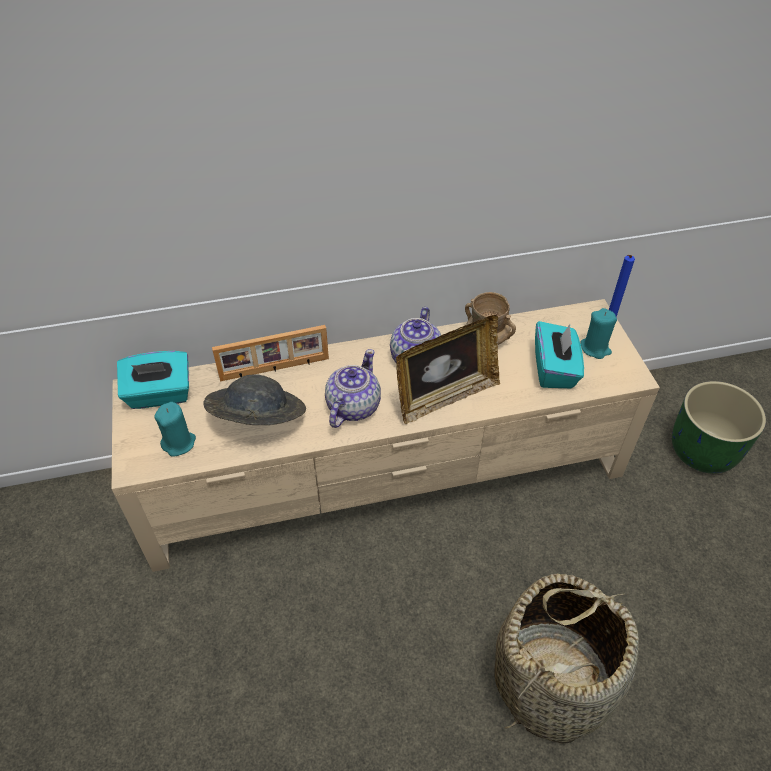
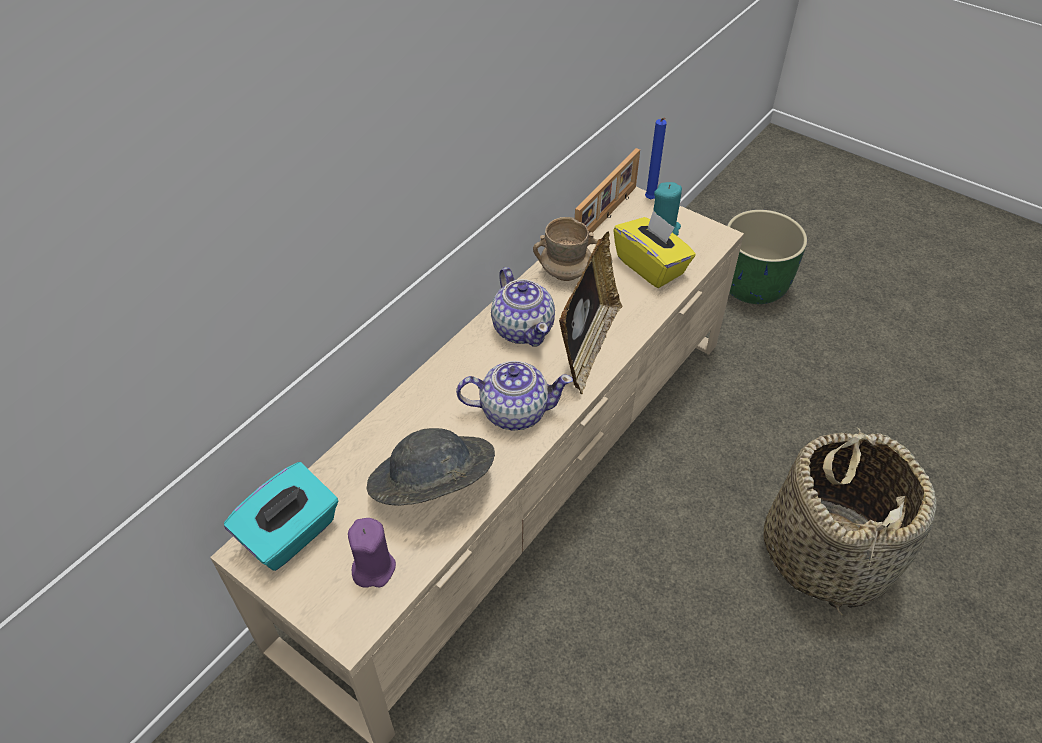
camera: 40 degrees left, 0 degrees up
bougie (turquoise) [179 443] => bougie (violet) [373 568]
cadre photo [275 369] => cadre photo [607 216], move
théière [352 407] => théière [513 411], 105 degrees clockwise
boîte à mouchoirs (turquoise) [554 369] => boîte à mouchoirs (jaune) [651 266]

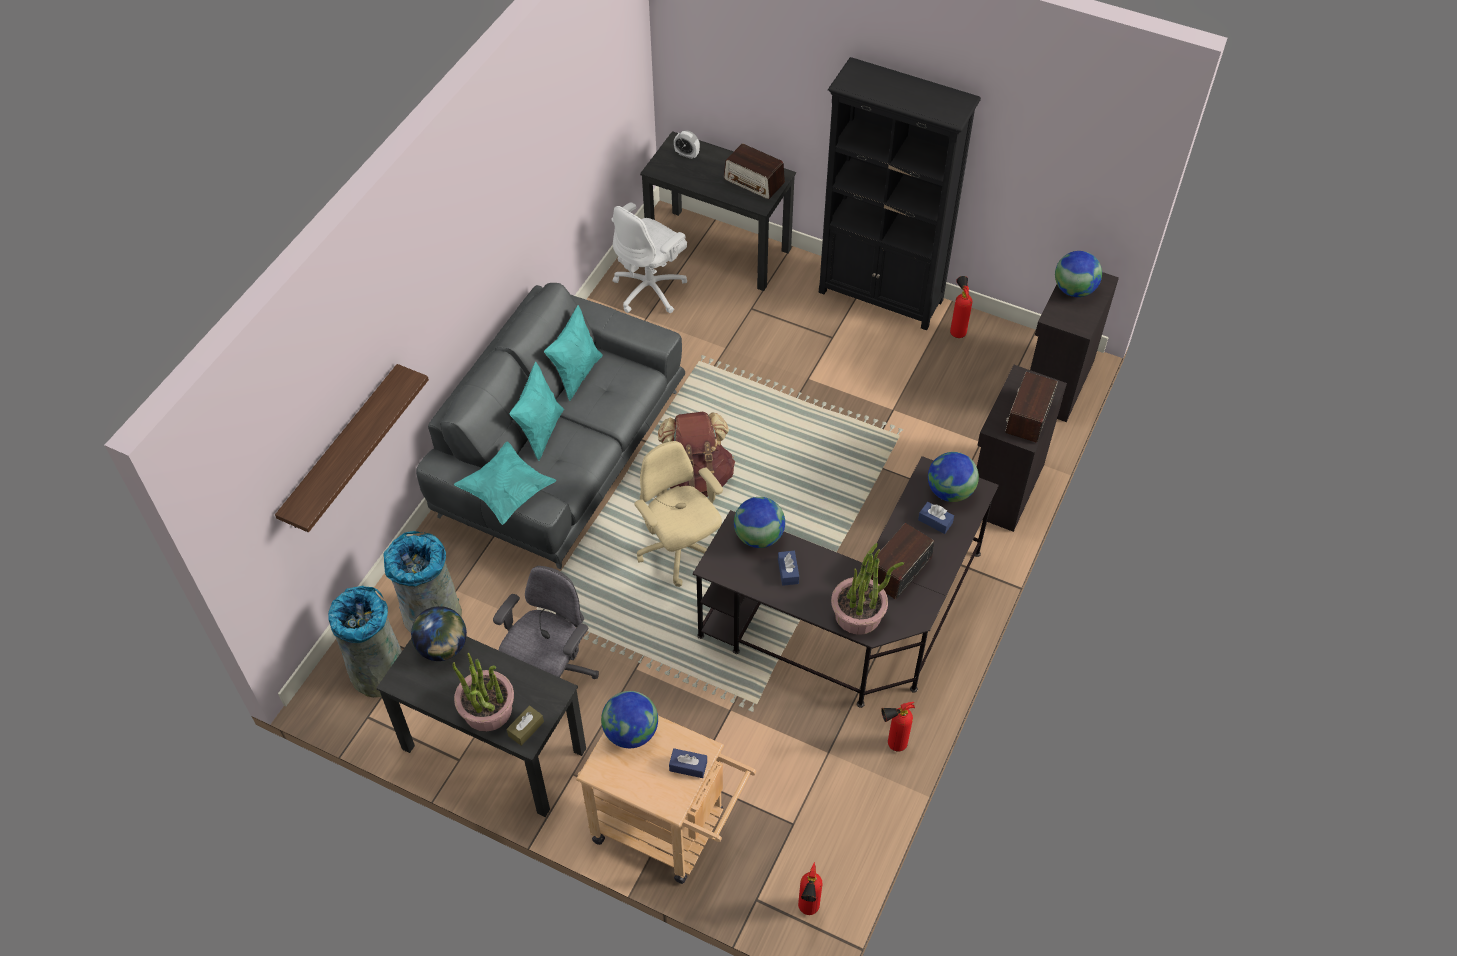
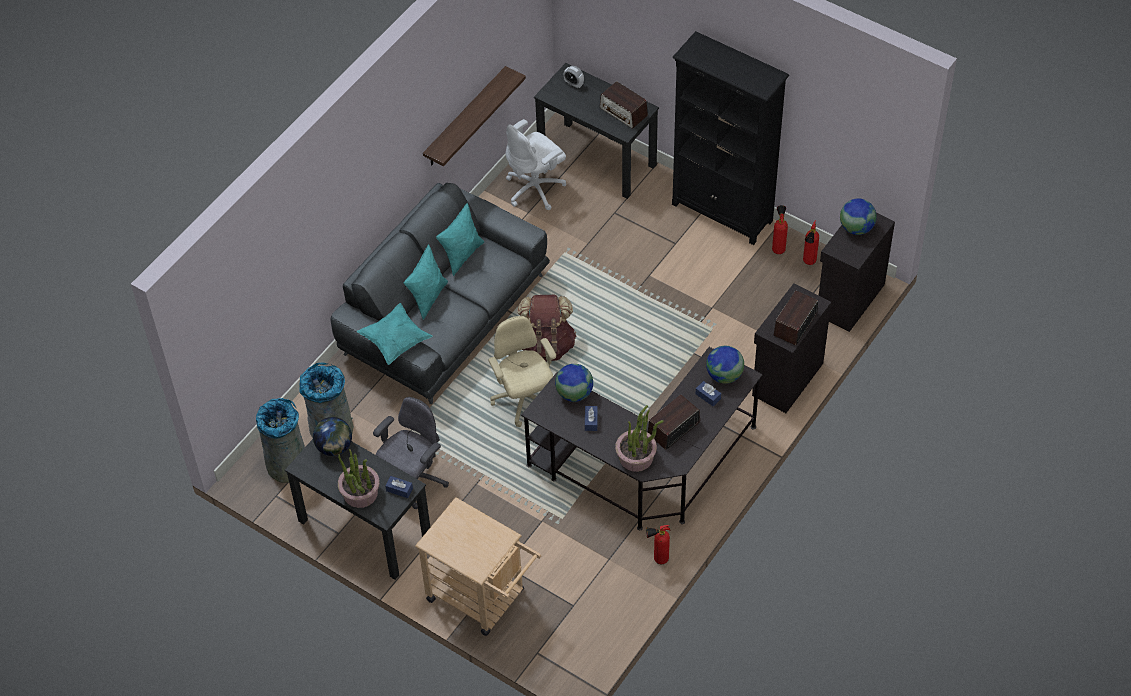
camera: 10 degrees right, 0 degrees up
étagère [342 449] => étagère [465 118], move
boîte à mouchoirs (marron) [526 729] => nothing
globe [631 732] => nothing
boîte à mouchoirs (bleu) [688 766] => boîte à mouchoirs (bleu) [399 489], move
extincteur [807 911] => extincteur [808 263], move

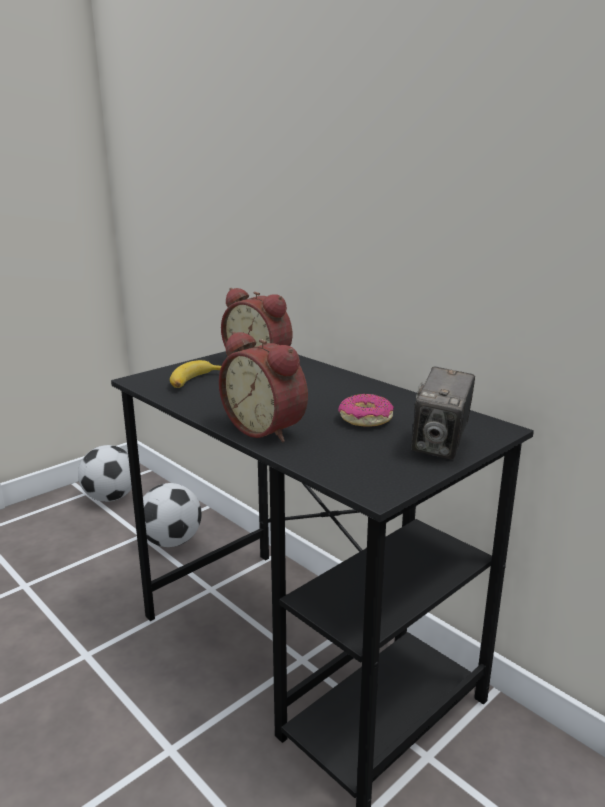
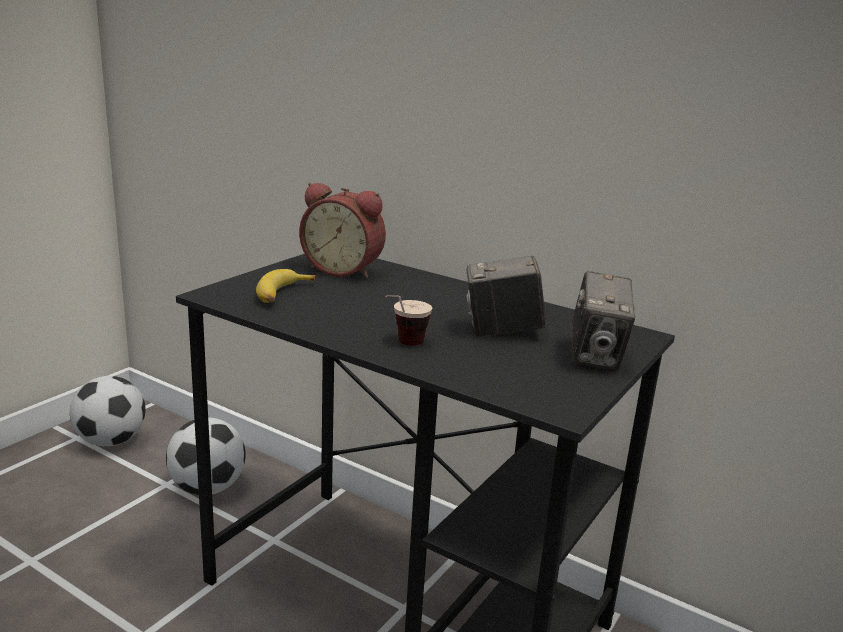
camera: 15 degrees left, 0 degrees up
réveil [267 428] => tasse [402 346]
beignet [365 419] => appareil photo [502 331]

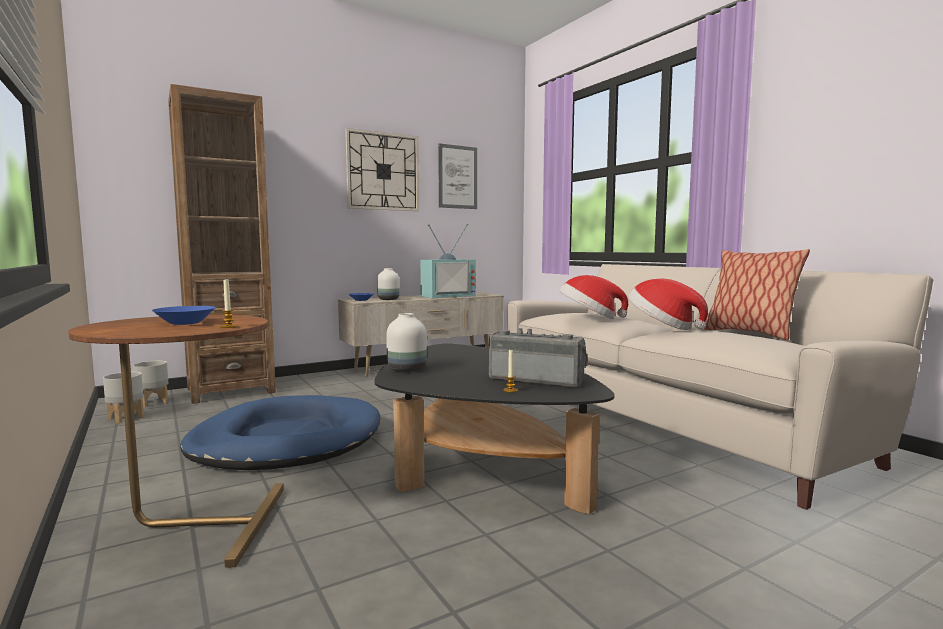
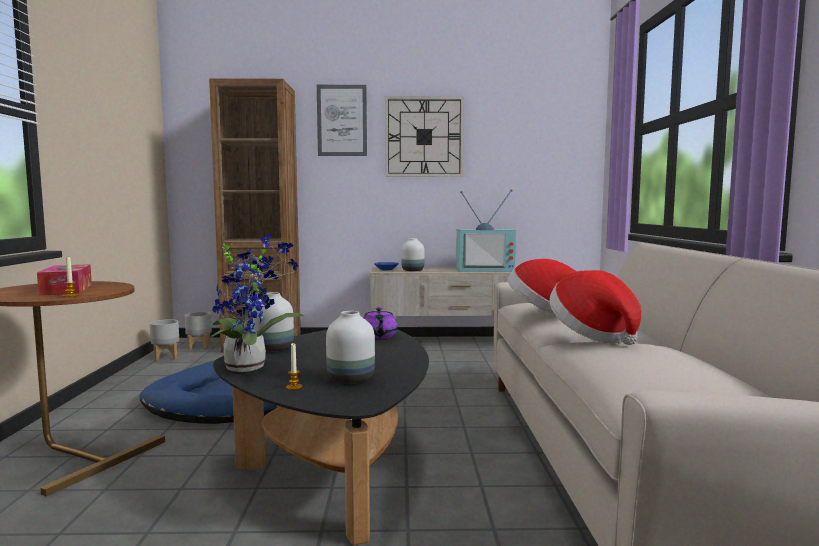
camera: 30 degrees right, 0 degrees up
bol (bleu) [184 323] => boîte à mouchoirs [66 289]
tableau [457 177] => tableau [342 120], move
radio [537 379] => vase (blanc) [352 379]
coussin [749 333] => nothing
nothing => plante en pot [250 366]
nothing => théière (violet) [378 336]

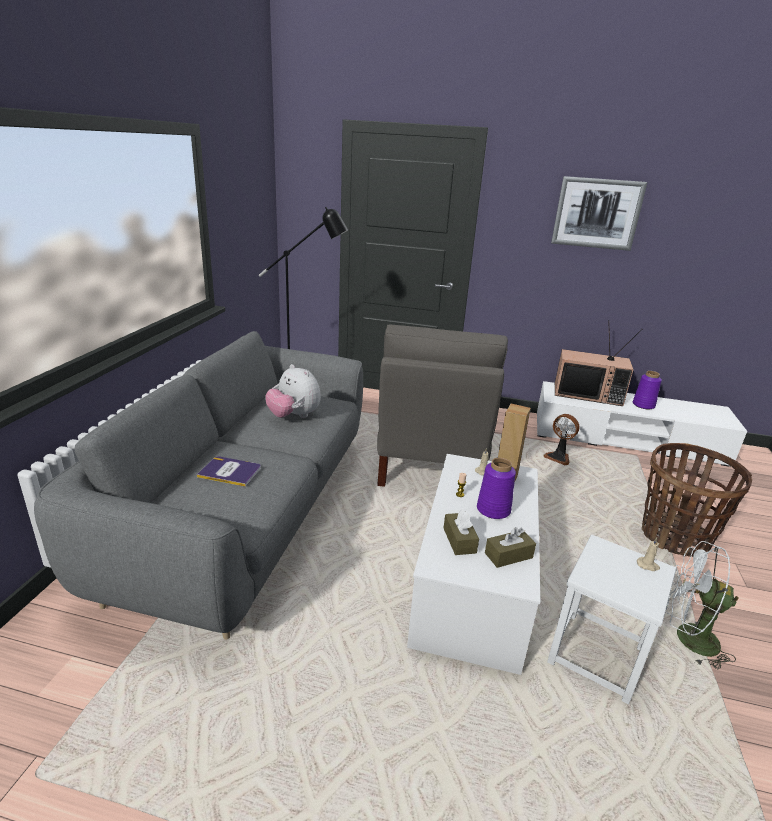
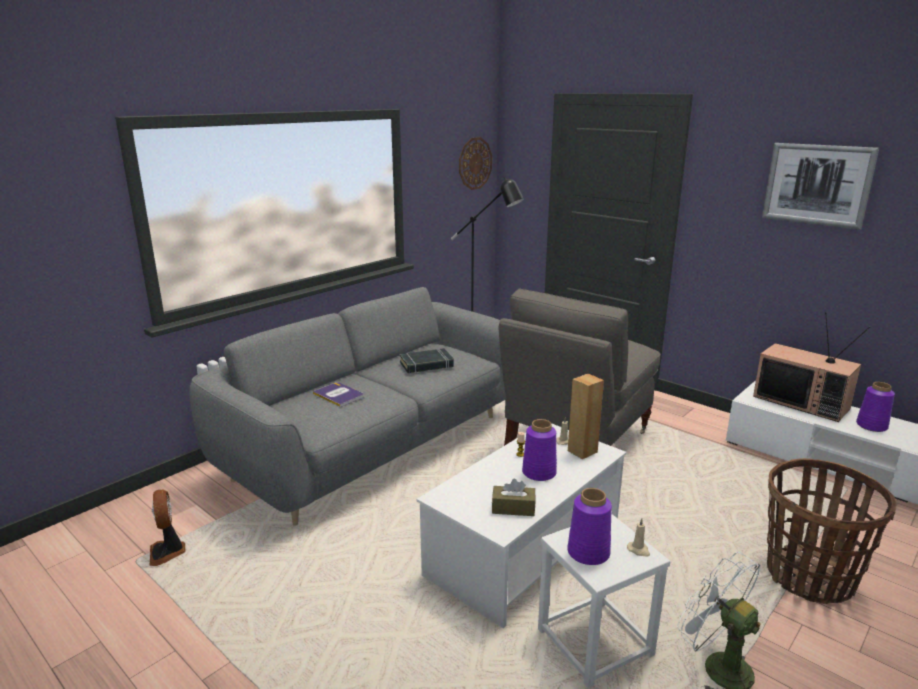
camera: 30 degrees right, 5 degrees down
peluche [294 416] => livre (noir) [426 365]
boîte à mouchoirs (marron) [459 540] => nothing
ventilateur [558 457] => ventilateur [168 552], move
nothing => horloge murale [475 163]
nothing => vase (violet) [588 552]

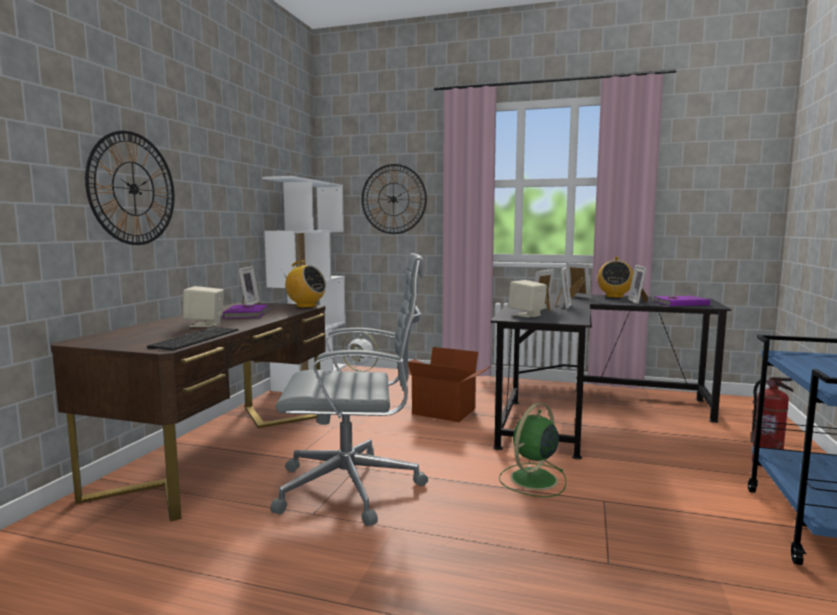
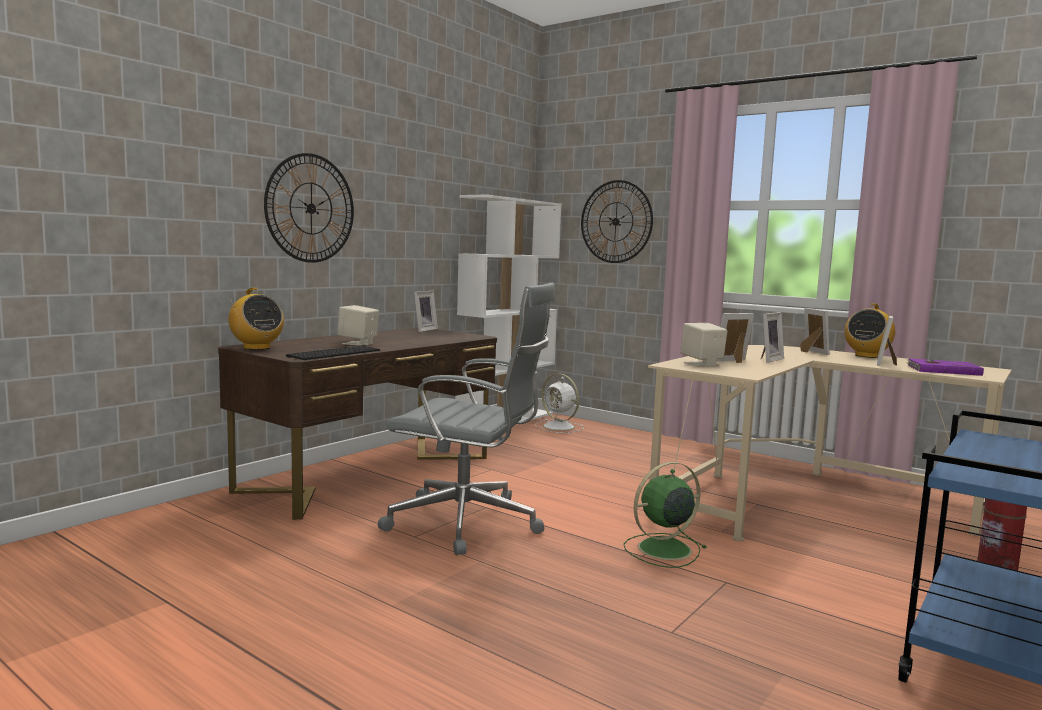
camera: 20 degrees right, 0 degrees up
livre (violet) [247 314] => nothing
radio [305 306] => radio [256 348], move
carton [443 412] => nothing
bureau (noir) [586 412] => bureau (beige) [801 497]

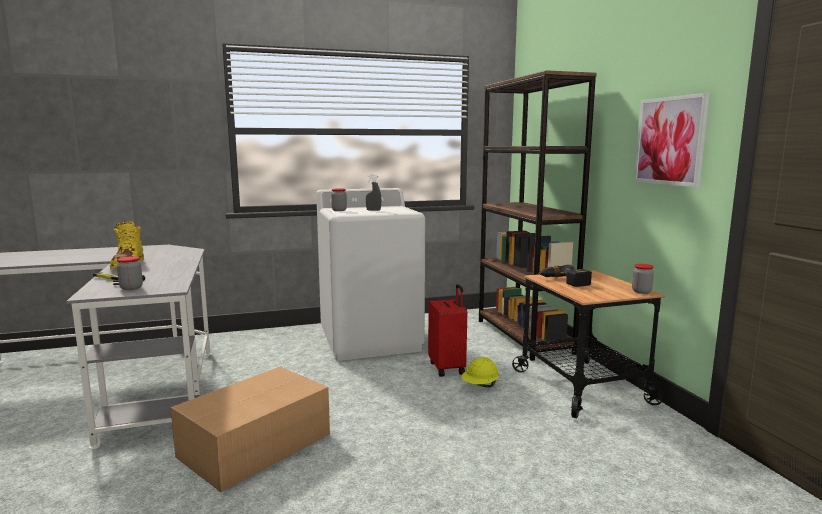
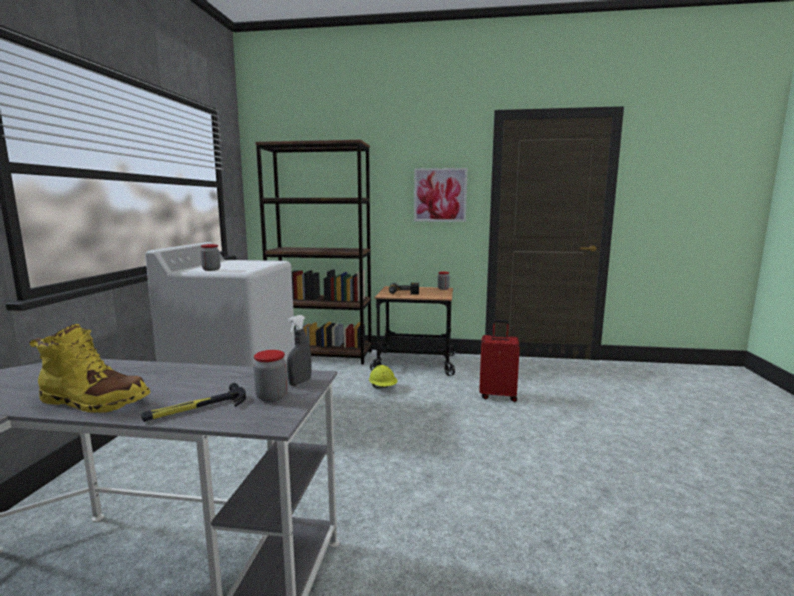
camera: 65 degrees left, 0 degrees up
carton [258 444] => nothing
vaporisateur (gris) [373 210] => vaporisateur (gris) [300 382], move
valise (rouge) [448 368] => valise (rouge) [498 395], move

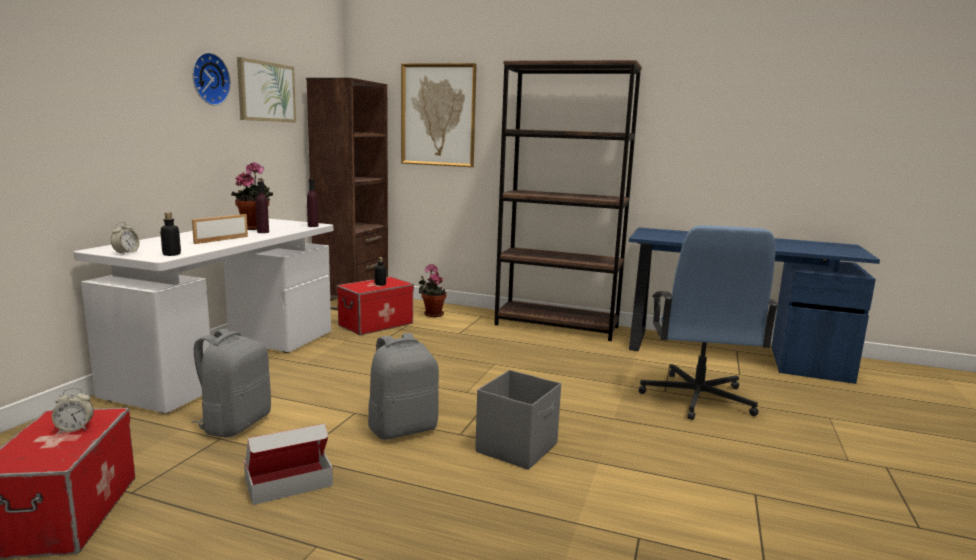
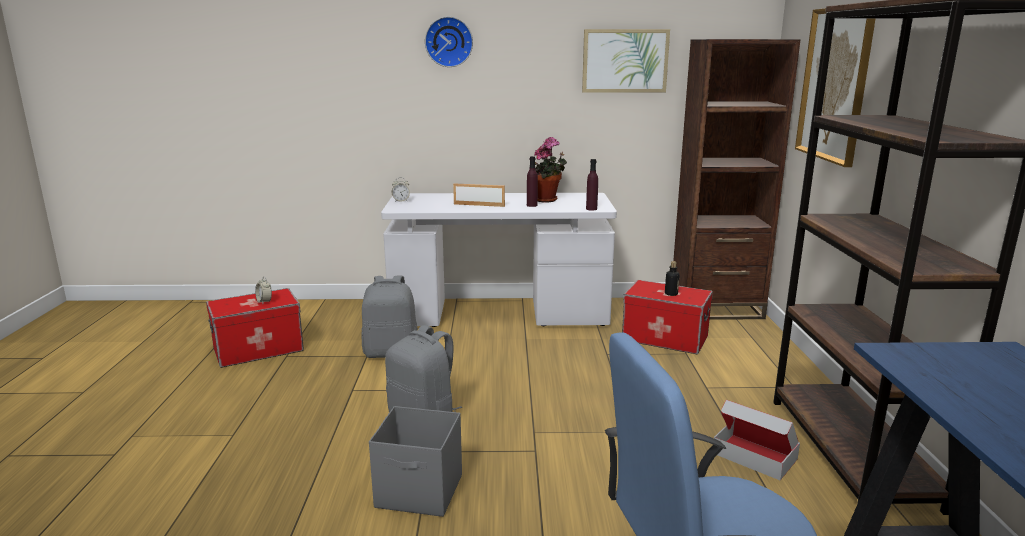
camera: 70 degrees right, 5 degrees up
bouteille [171 254] => nothing
horloge murale [208 79] => horloge murale [449 42], move
carton [289 482] => carton [754 456], move
plante en pot [432 314] => nothing

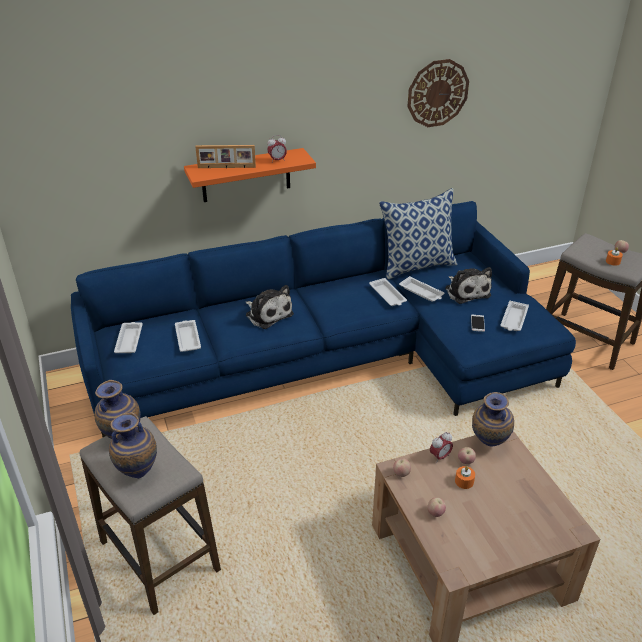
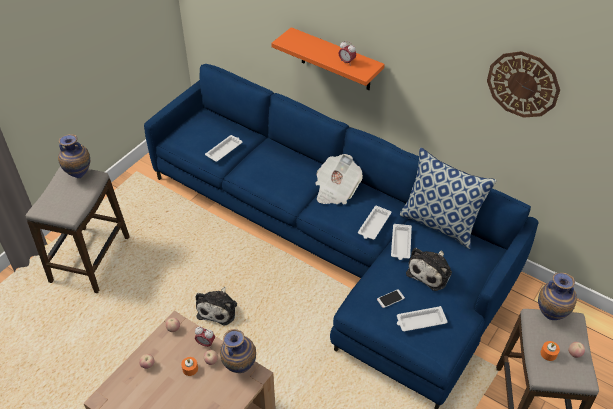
camera: 55 degrees right, 10 degrees up
vase [138 473] => vase [550 315], move
plateau (blanc) [129 340] => nothing
cadre photo [226 167] => nothing
peluche [268 314] => peluche [218 308], move
nothing => journal [336 190]

